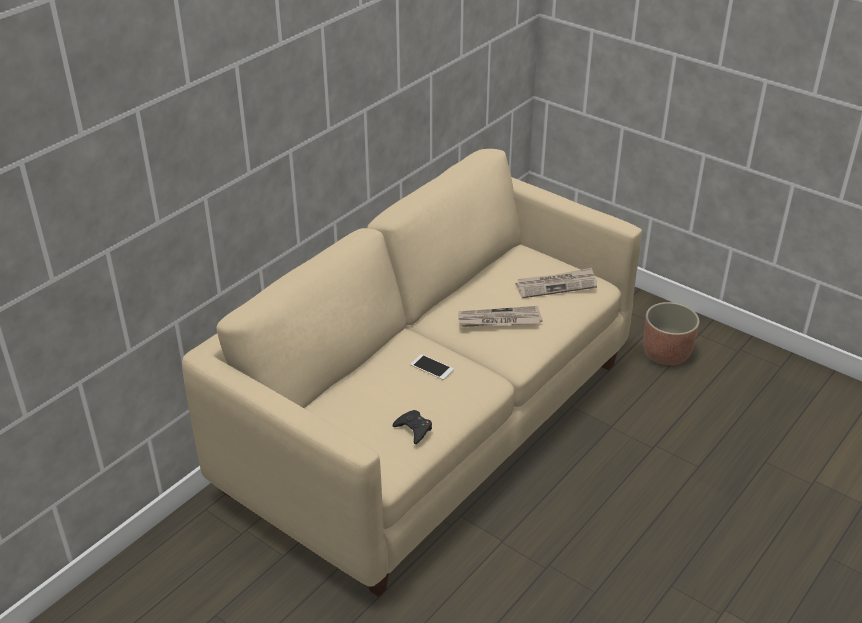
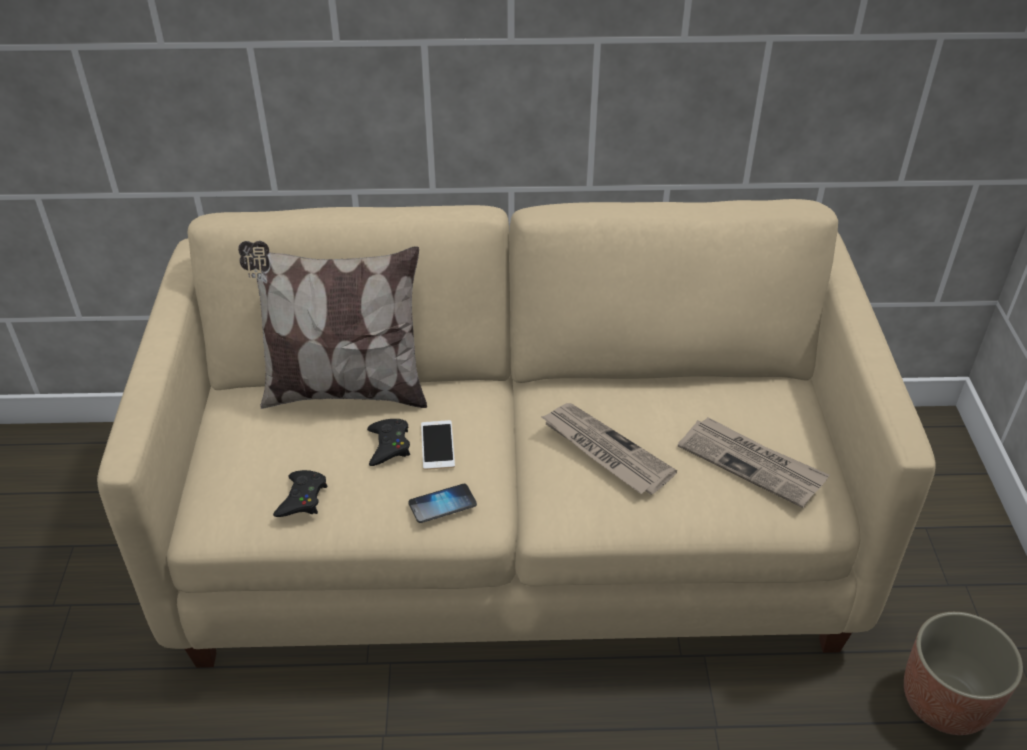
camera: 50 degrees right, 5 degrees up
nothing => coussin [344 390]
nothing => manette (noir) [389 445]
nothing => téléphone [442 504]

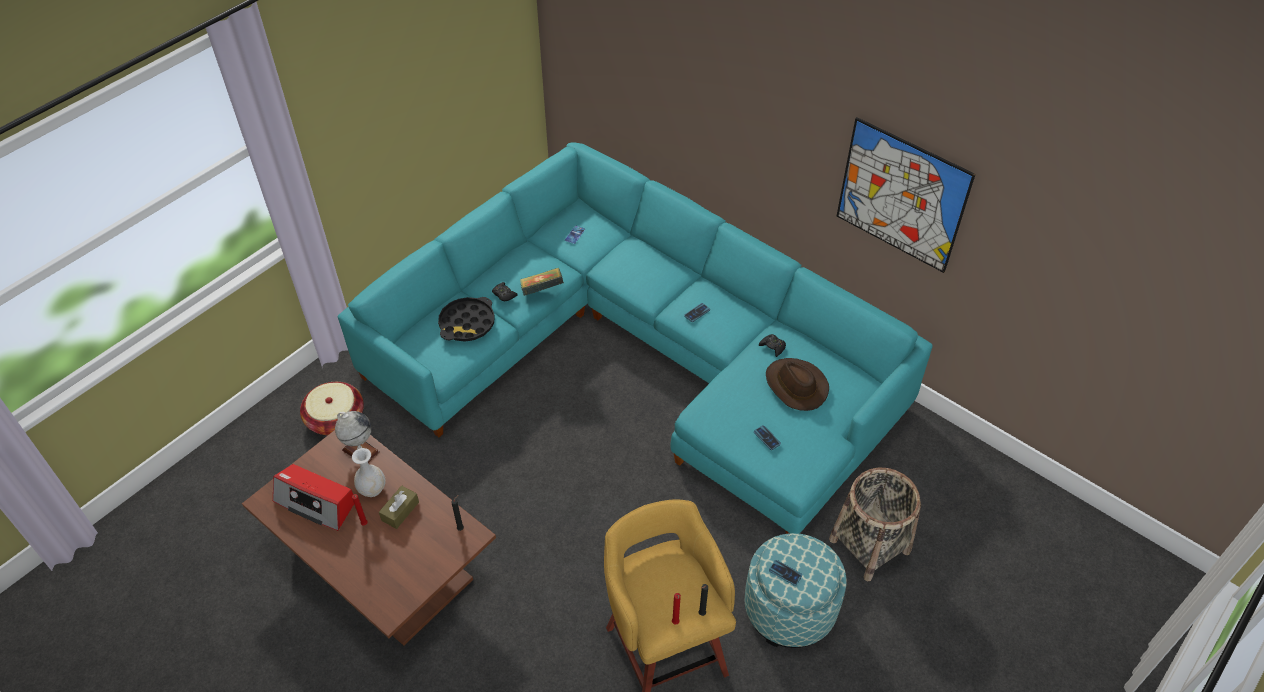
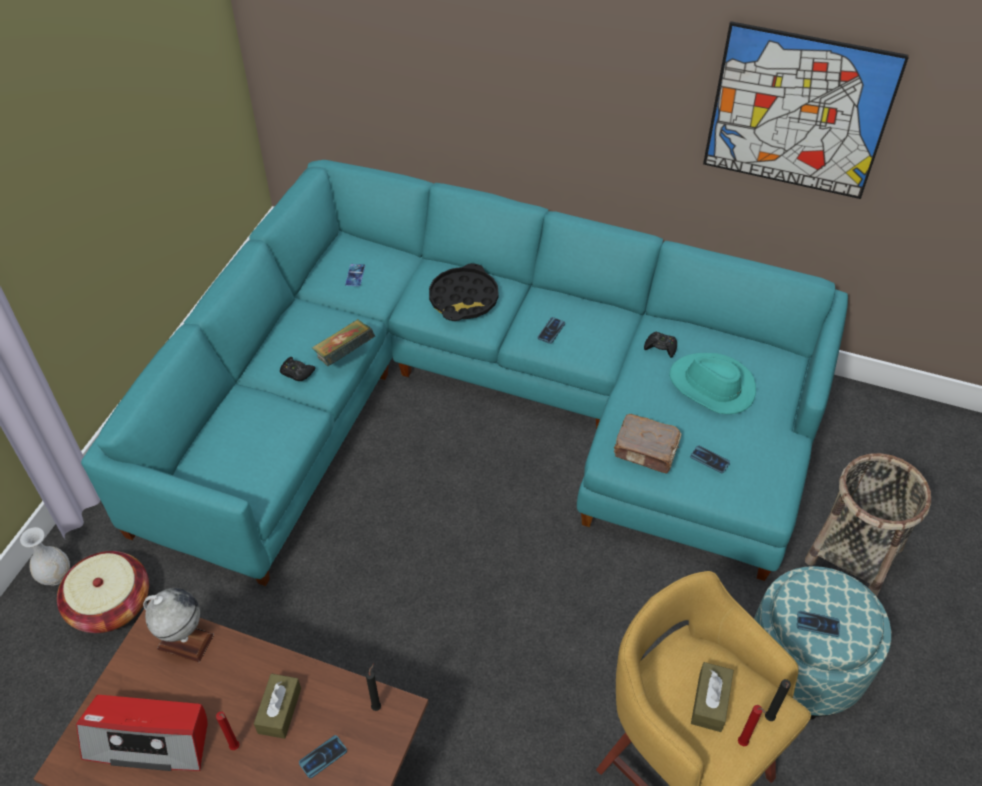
camera: 20 degrees left, 0 degrees up
vase (blanc) [372 489] => vase (blanc) [56 575], move
plateau (noir) [467 323] => plateau (noir) [464 298], move
chapeau (marron) [795 386] => chapeau (turquoise) [711 386]
nothing => téléphone [323 757]
nothing => livre (marron) [646 451]
nothing => boîte à mouchoirs (marron) [710 702]

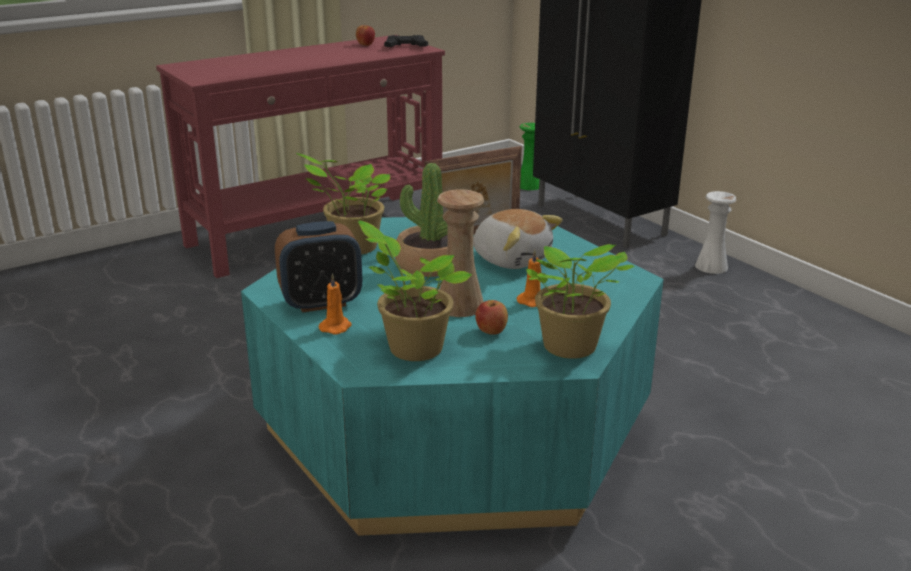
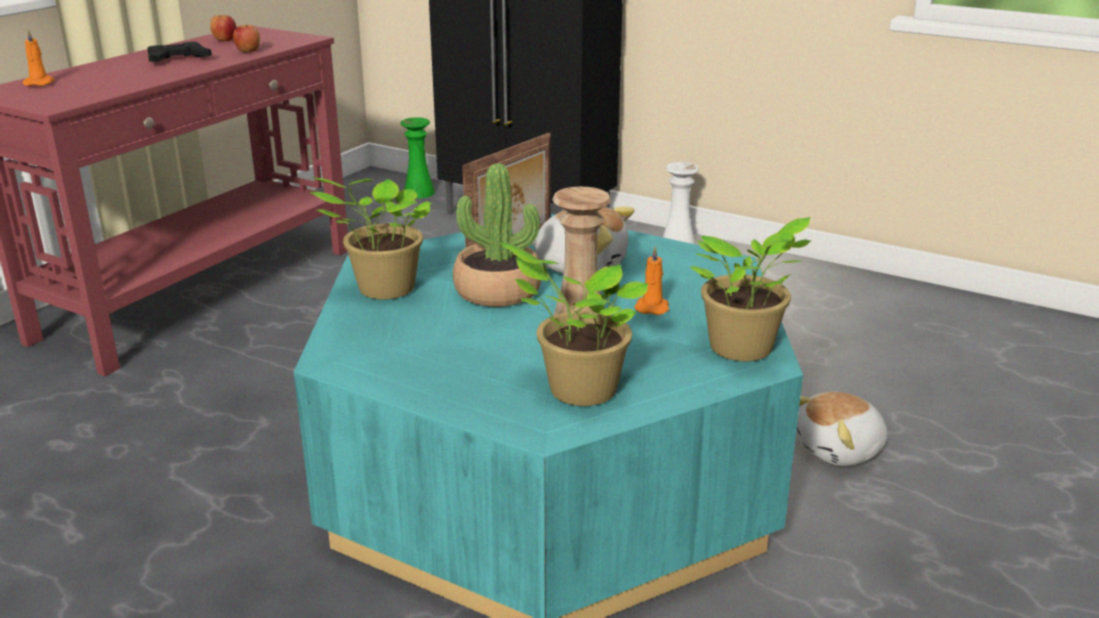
camera: 25 degrees left, 0 degrees up
réveil [321 303] => nothing
bougie (orange) [336 327] => bougie (orange) [40 83], move
manette (noir) [406 47] => manette (noir) [178 59], move
pomme [491 331] => pomme [248 51], move
nothing => peluche [840 450]

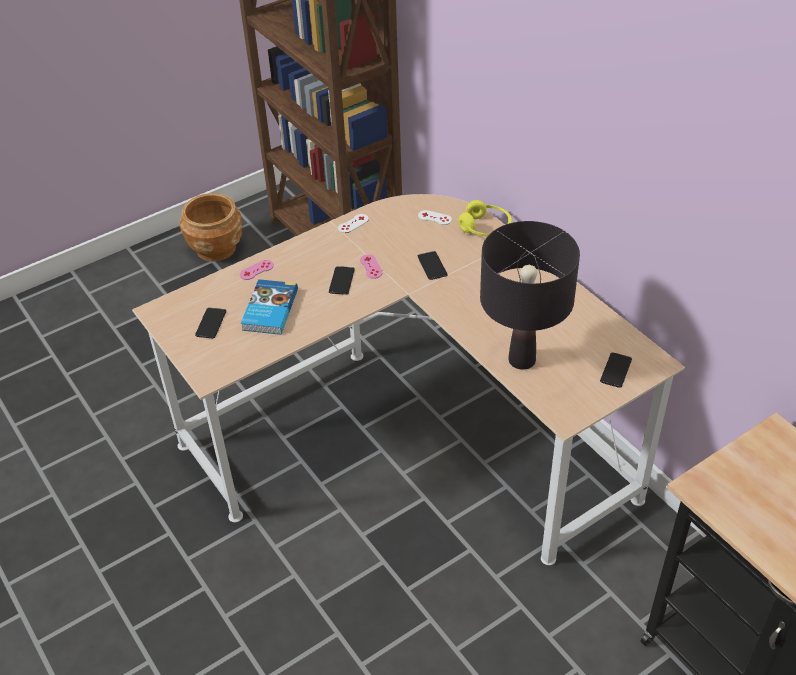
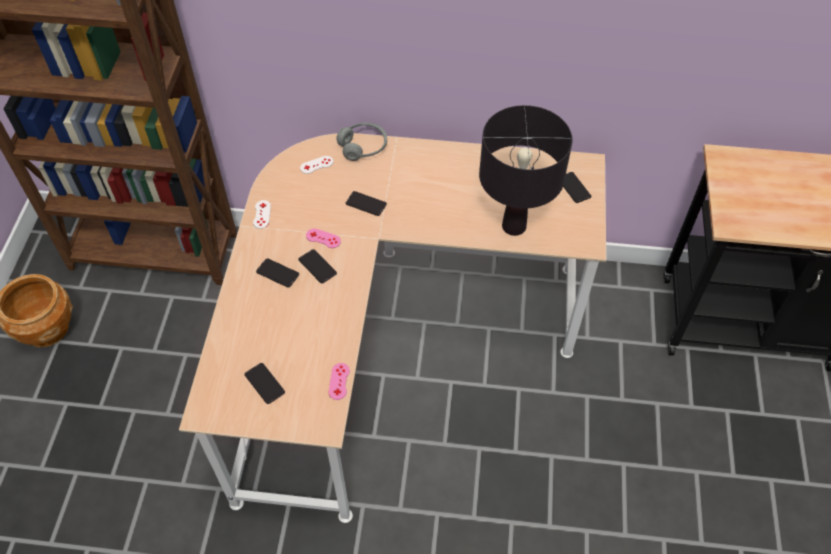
camera: 50 degrees left, 10 degrees up
manette (rose) [256 270] => manette (rose) [339 381], move
livre [269 310] => nothing
casque audio (jaune) [485 228] => casque audio (gris) [363 147]
nothing => téléphone [277 273]

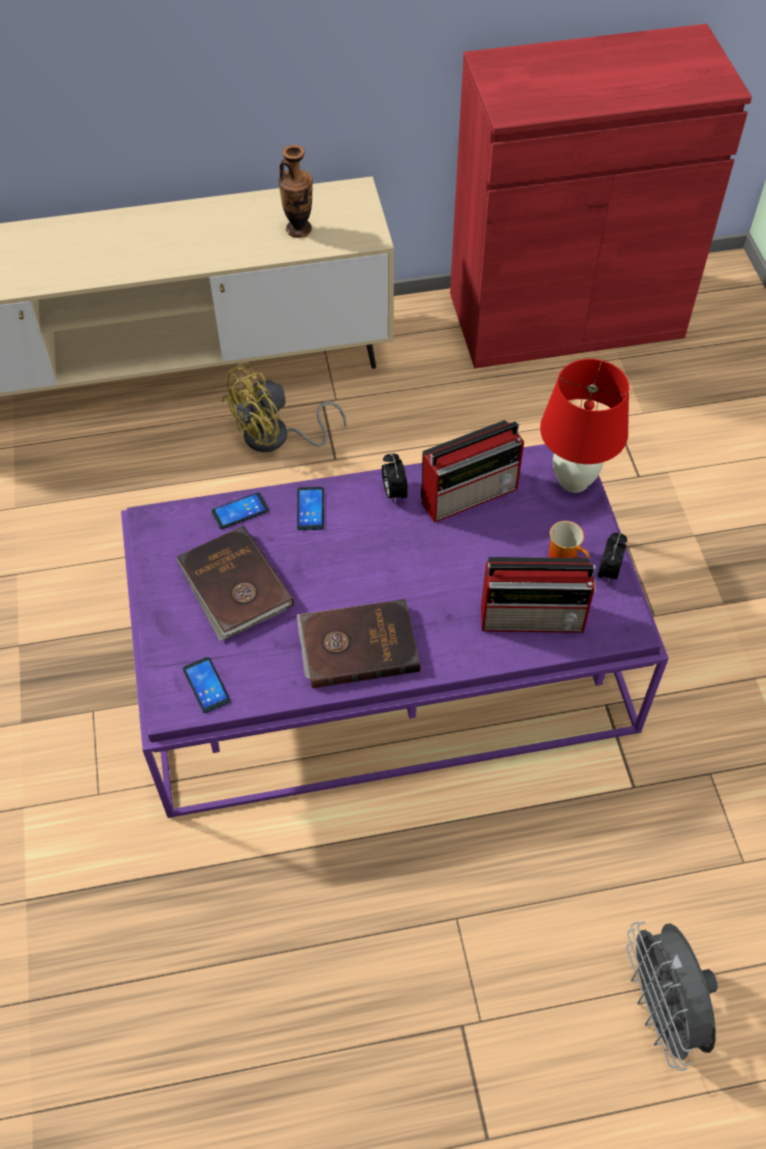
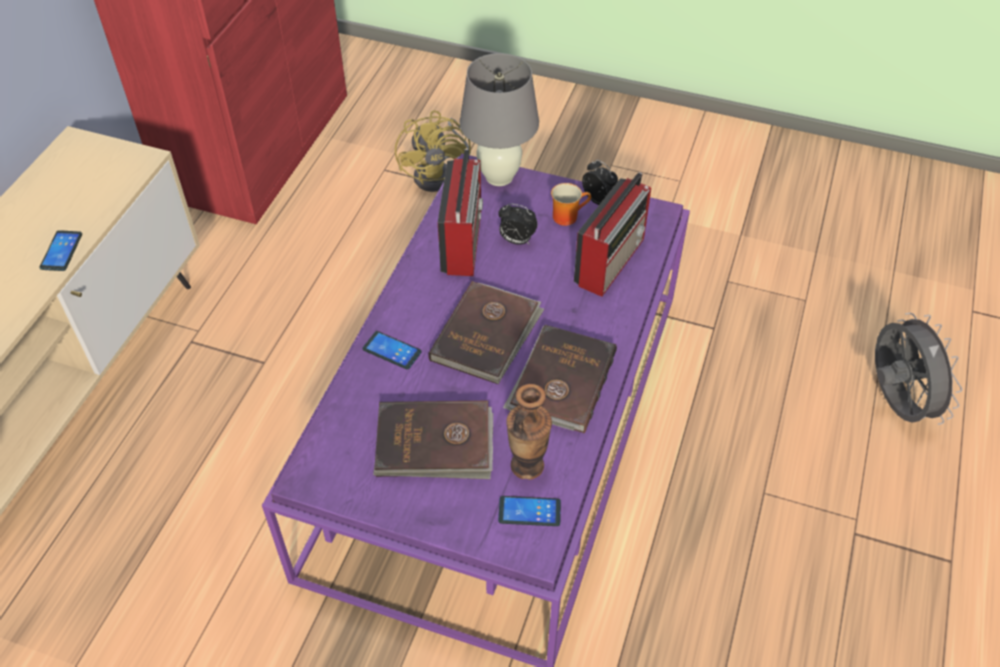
camera: 60 degrees left, 5 degrees down
téléphone [240 511] => téléphone [61 251], move
ventilateur (jaune) [276 438] => ventilateur (jaune) [440 174], move
vase [299 229] => vase [527 465], move
réveil [394 492] => réveil [516 240], move
lampe de table (rouge) [573 480] => lampe de table (gris) [498 177]
ventilateur (gris) [661 1010] => ventilateur (gris) [894 403], 120 degrees counterclockwise
nothing => livre (marron) [487 335]

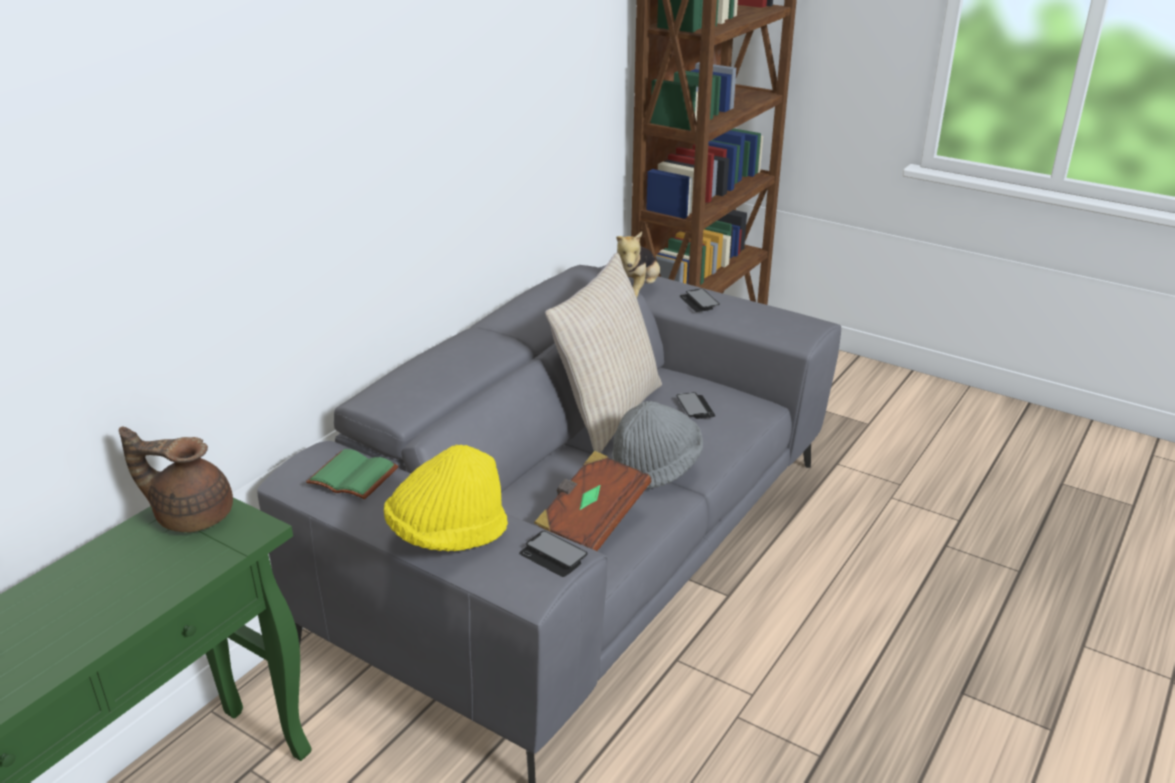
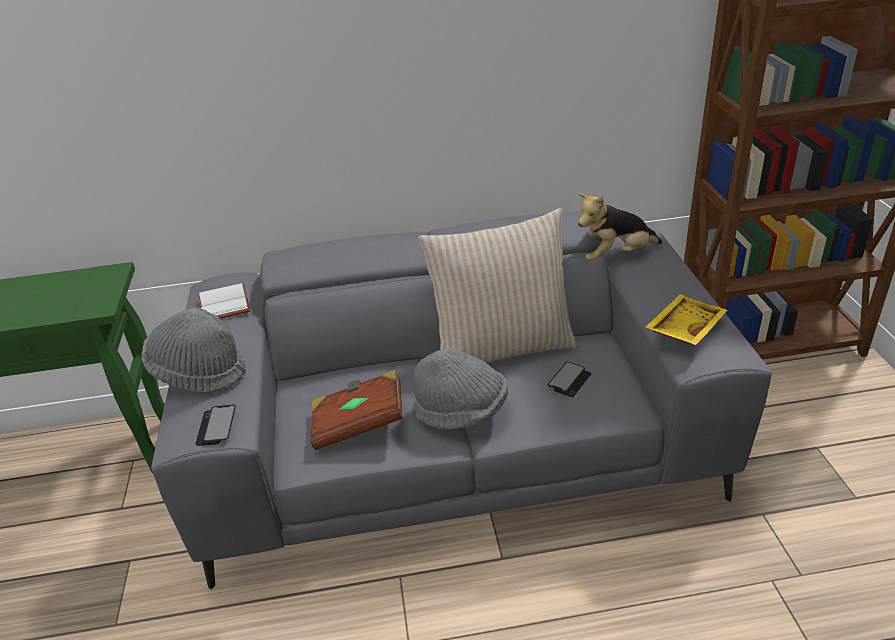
camera: 50 degrees right, 5 degrees up
théière (marron) [192 515] => nothing
livre (vert) [355 476] => livre (blanc) [226 304]
chapeau (jaune) [448 534] => chapeau (gris) [199 372]
téléphone [699 302] => nothing
nothing => plateau (jaune) [683 328]

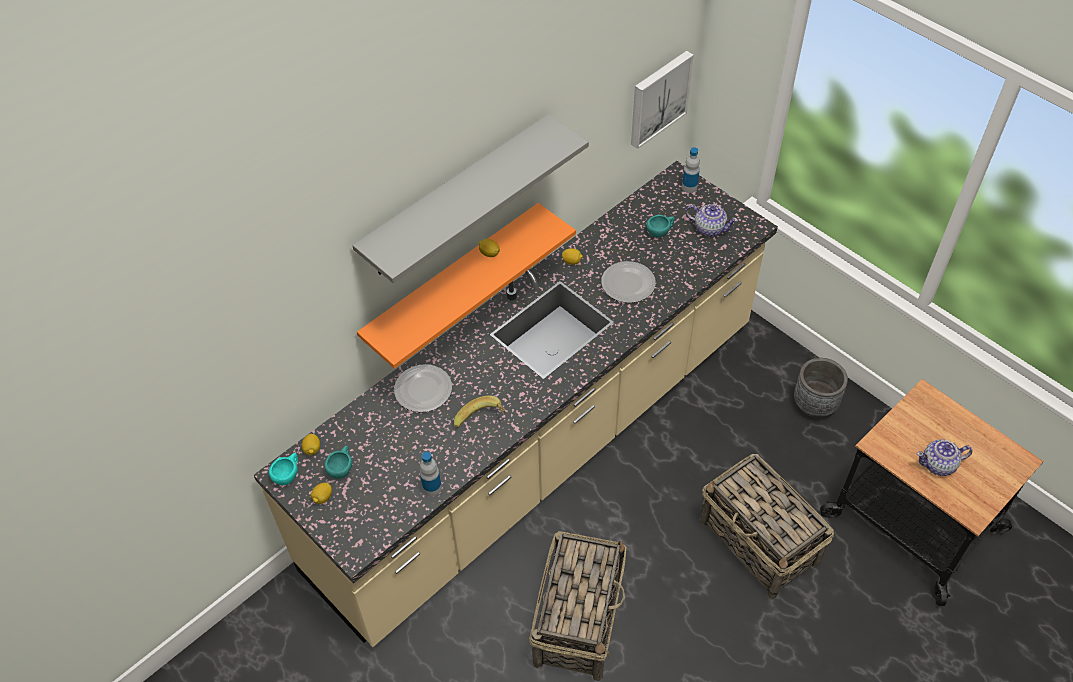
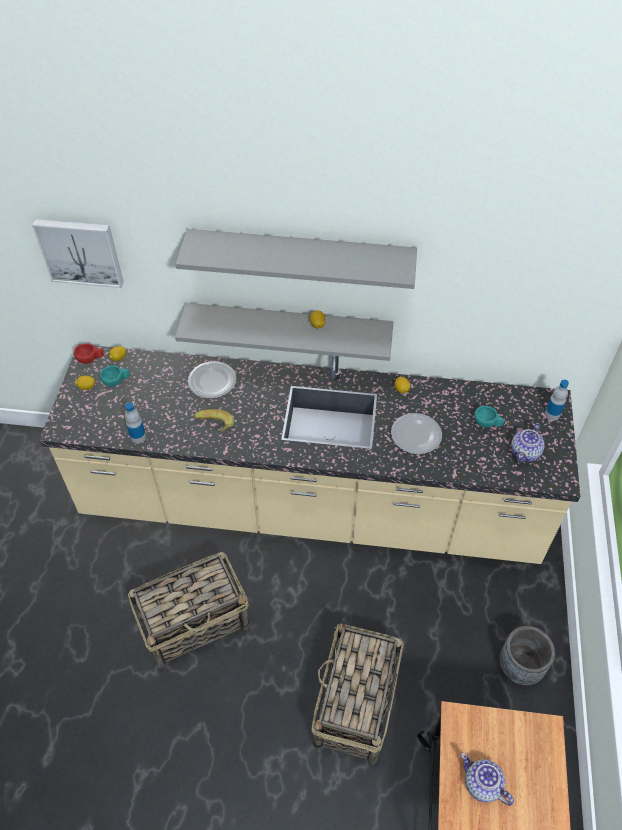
camera: 50 degrees right, 0 degrees up
tasse (turquoise) [288 474] => tasse (rouge) [91 359]
étagère (orange) [453 282] => étagère (gris) [289 328]
tableau [658 98] => tableau [80 251], move
théière [709 228] => théière [525 452], 45 degrees clockwise

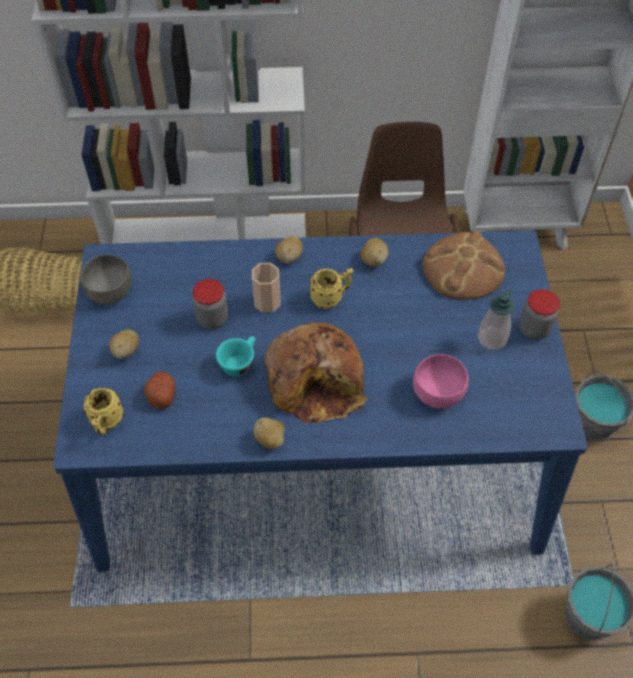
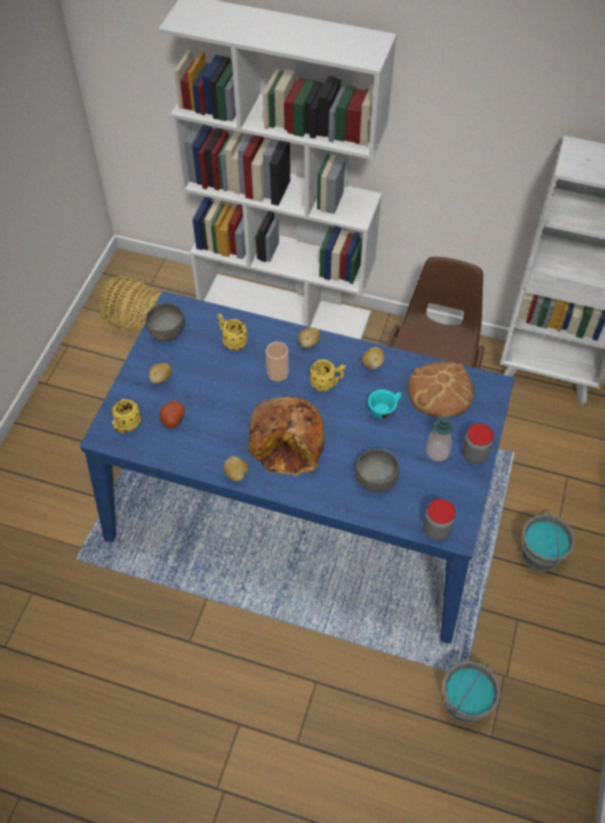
camera: 20 degrees right, 0 degrees up
bocal [212 319] => bocal [436 530], move
tasse (turquoise) [239 362] => tasse (turquoise) [384 409], move
bol (rose) [437 392] => bol (gris) [375 479]
nothing => mug (jaune) [232 341]

